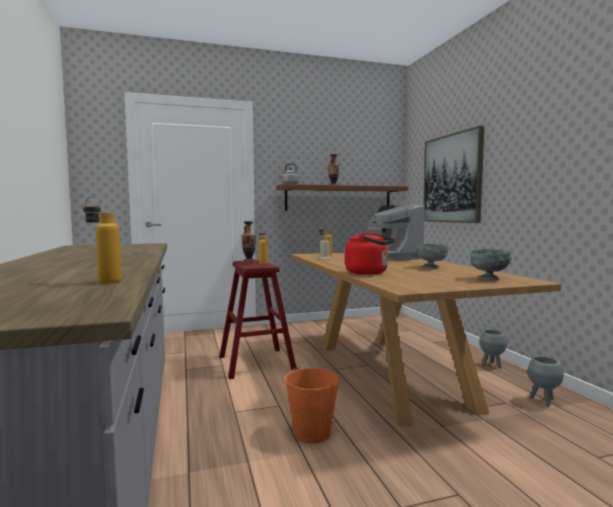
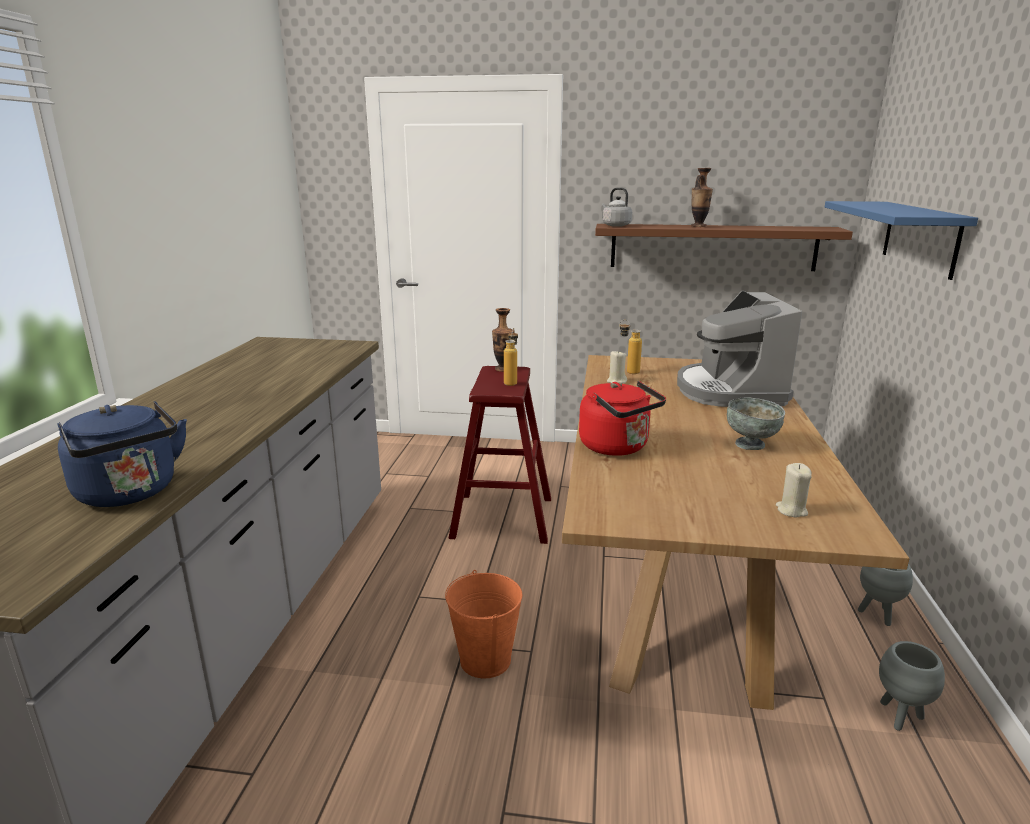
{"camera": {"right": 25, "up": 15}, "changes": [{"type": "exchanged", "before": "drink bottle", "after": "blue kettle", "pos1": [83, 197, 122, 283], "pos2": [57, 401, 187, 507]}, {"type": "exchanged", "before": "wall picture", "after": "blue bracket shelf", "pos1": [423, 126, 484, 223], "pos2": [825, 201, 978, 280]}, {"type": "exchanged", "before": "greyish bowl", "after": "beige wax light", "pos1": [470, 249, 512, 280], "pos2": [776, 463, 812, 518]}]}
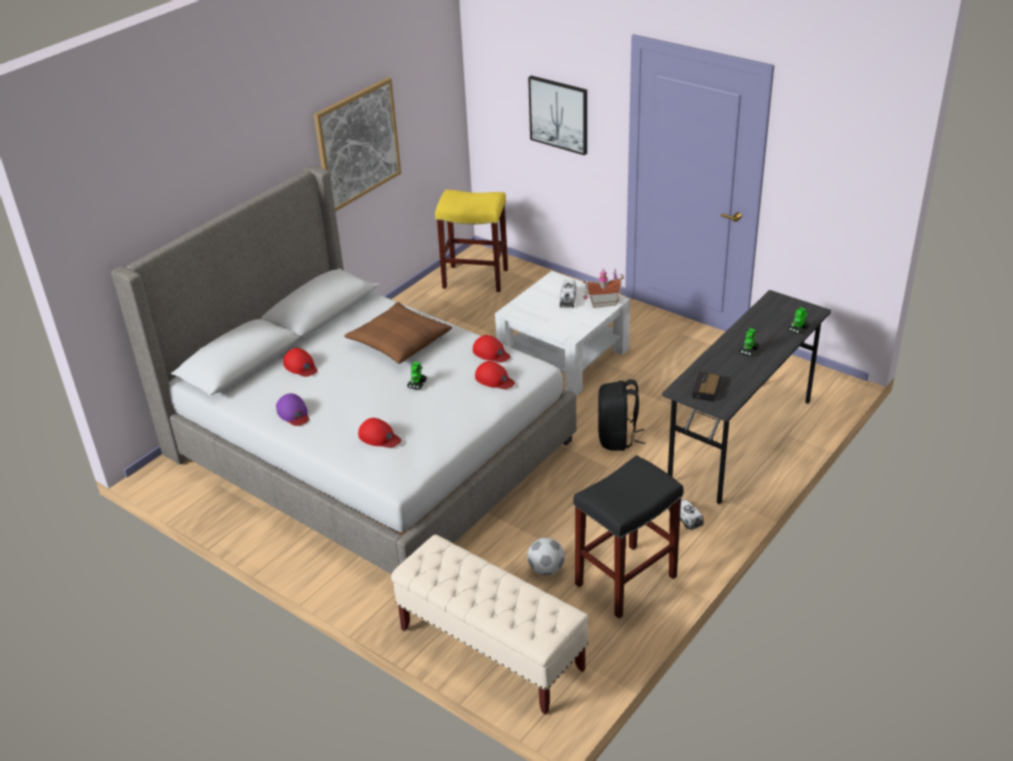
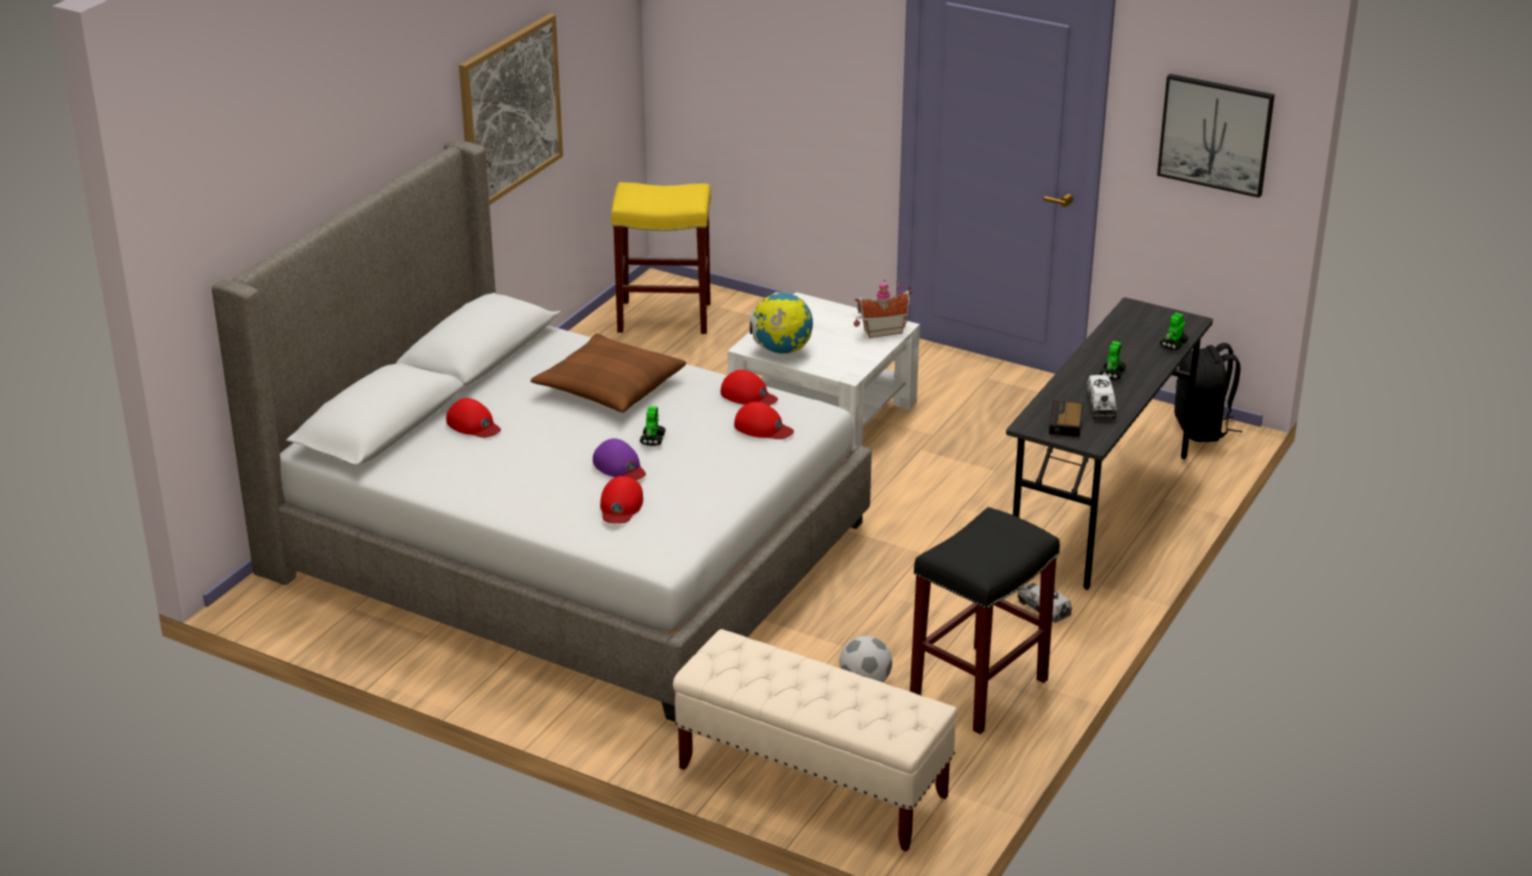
{"camera": {"right": -10, "up": -5}, "changes": [{"type": "appeared", "after": "globe", "pos2": [750, 292, 813, 354]}, {"type": "relocated", "before": "purple-coloured cap", "pos1": [276, 393, 309, 426], "pos2": [593, 438, 646, 480]}, {"type": "relocated", "before": "wall picture", "pos1": [528, 76, 587, 155], "pos2": [1157, 74, 1275, 198]}, {"type": "relocated", "before": "model truck", "pos1": [559, 280, 576, 308], "pos2": [1086, 375, 1117, 419]}, {"type": "relocated", "before": "black-coloured rucksack", "pos1": [598, 379, 645, 451], "pos2": [1174, 343, 1242, 442]}, {"type": "spun", "before": "red cap", "pos1": [358, 418, 401, 448], "pos2": [600, 476, 643, 524], "turn": 75}]}
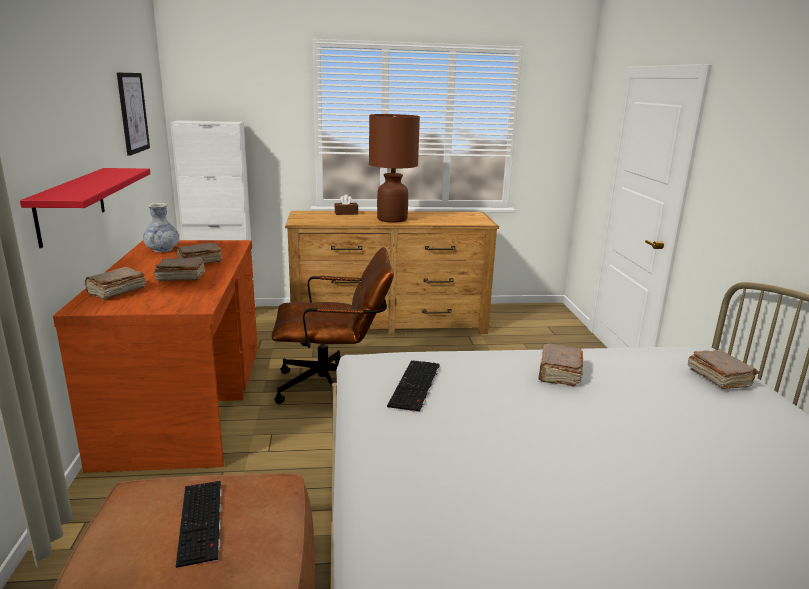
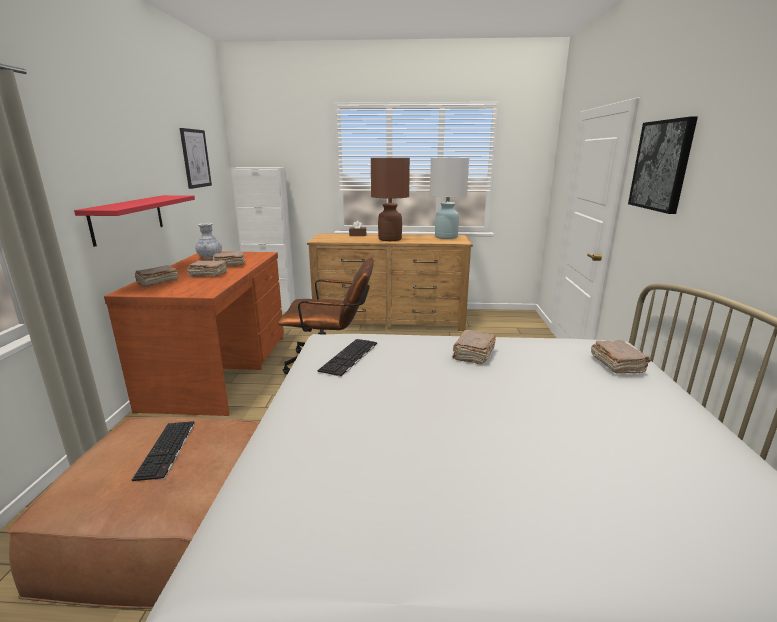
{"camera": {"right": 10, "up": 0}, "changes": [{"type": "appeared", "after": "white tabletop lamp", "pos2": [430, 158, 469, 239]}, {"type": "appeared", "after": "wall picture", "pos2": [628, 116, 698, 214]}]}
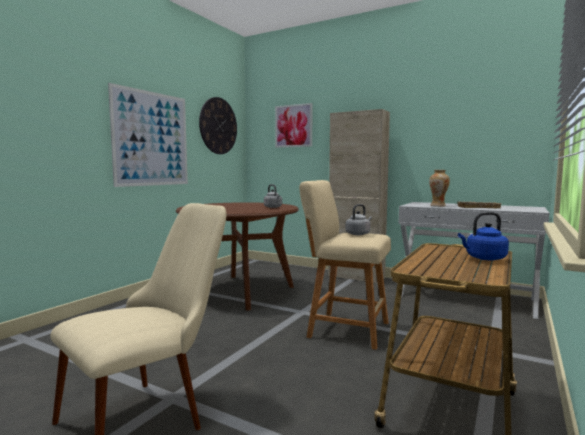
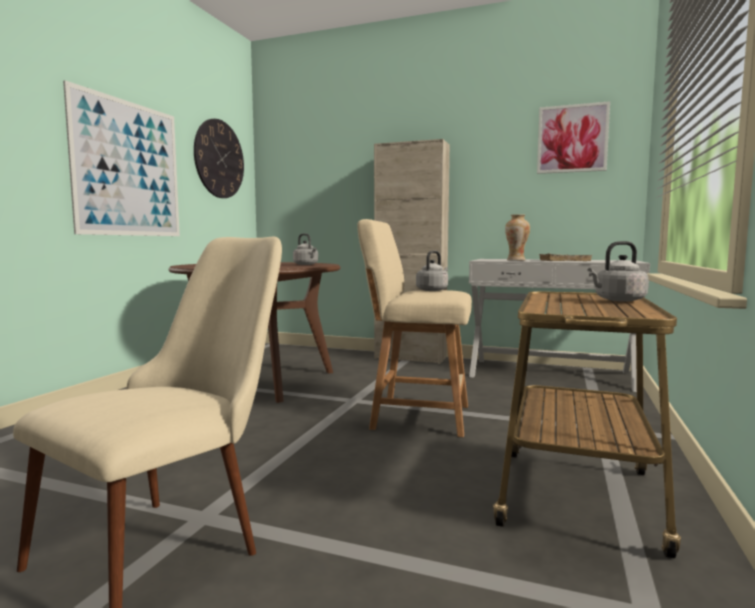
{"camera": {"right": -10, "up": 0}, "changes": [{"type": "relocated", "before": "wall picture", "pos1": [275, 103, 313, 148], "pos2": [537, 101, 610, 174]}, {"type": "colour", "before": "blue kettle", "after": "greyish kettle", "pos1": [458, 212, 509, 260], "pos2": [588, 241, 649, 302]}]}
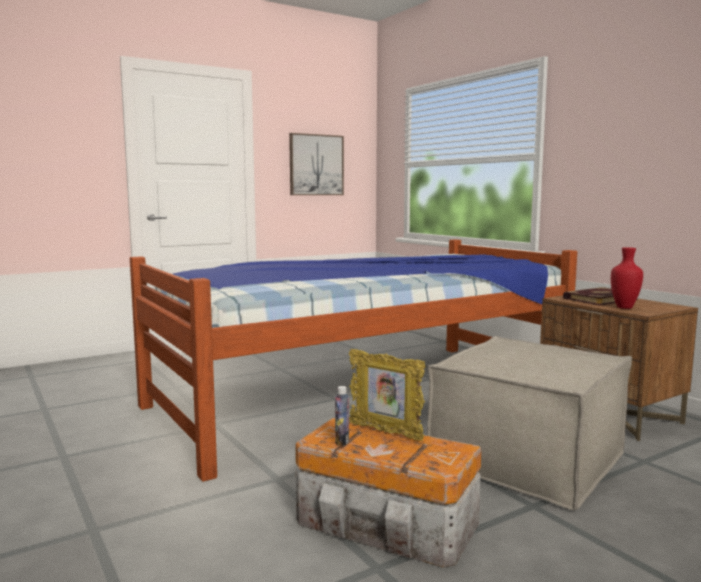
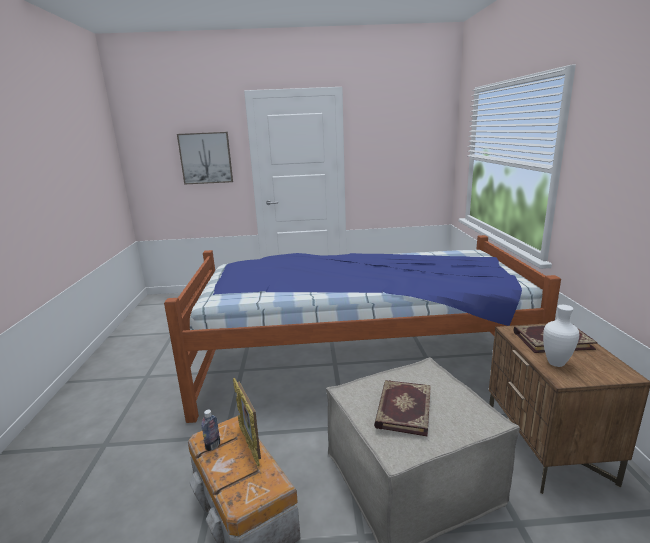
{"camera": {"right": 30, "up": 10}, "changes": [{"type": "appeared", "after": "volume", "pos2": [374, 380, 431, 437]}, {"type": "relocated", "before": "wall picture", "pos1": [289, 133, 344, 195], "pos2": [177, 132, 233, 185]}, {"type": "colour", "before": "red flower vase", "after": "white flower vase", "pos1": [611, 247, 643, 309], "pos2": [543, 305, 580, 367]}]}
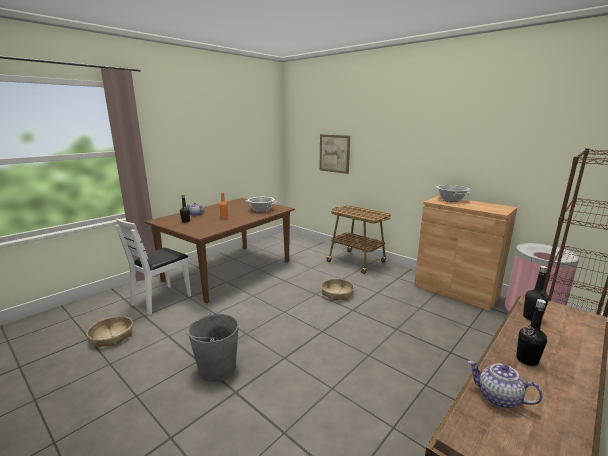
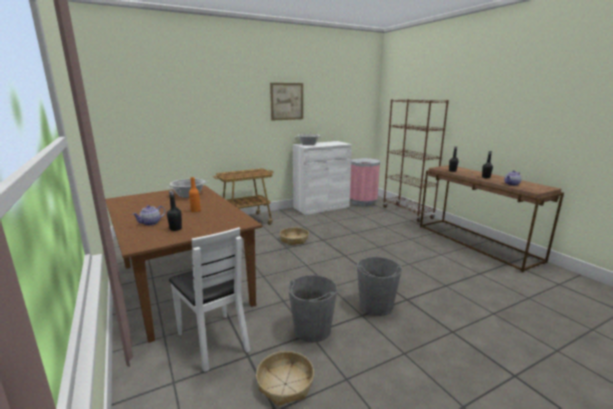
{"camera": {"right": -70, "up": 0}, "changes": [{"type": "appeared", "after": "greyish pail", "pos2": [288, 275, 338, 343]}, {"type": "relocated", "before": "wall picture", "pos1": [319, 134, 350, 174], "pos2": [270, 83, 303, 120]}, {"type": "colour", "before": "brown-coloured cabinet", "after": "white cabinet", "pos1": [414, 196, 518, 311], "pos2": [293, 141, 352, 215]}]}
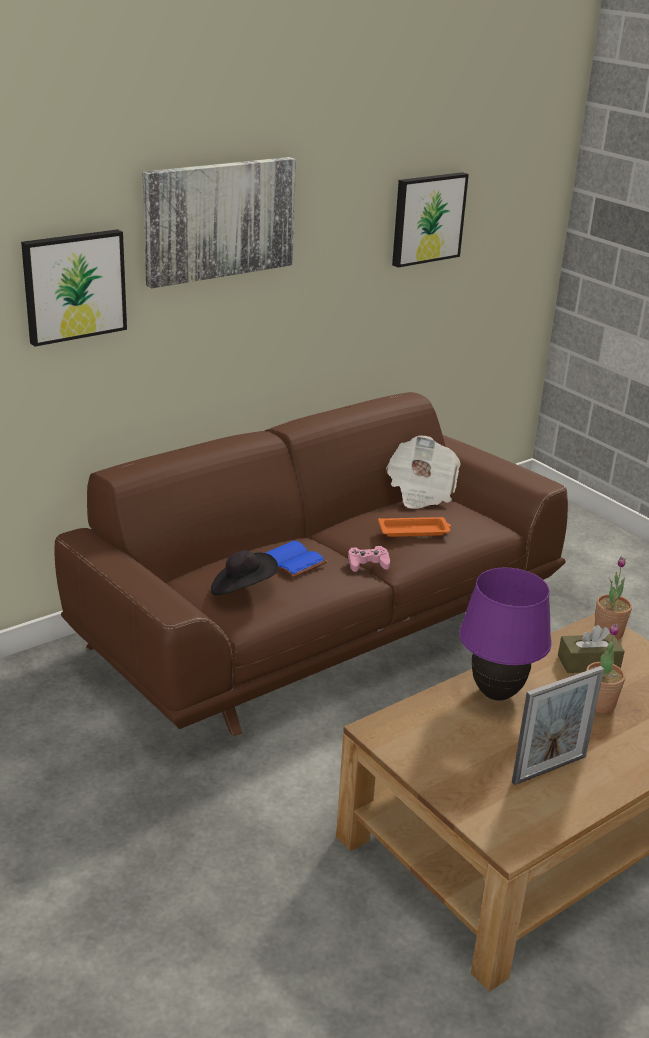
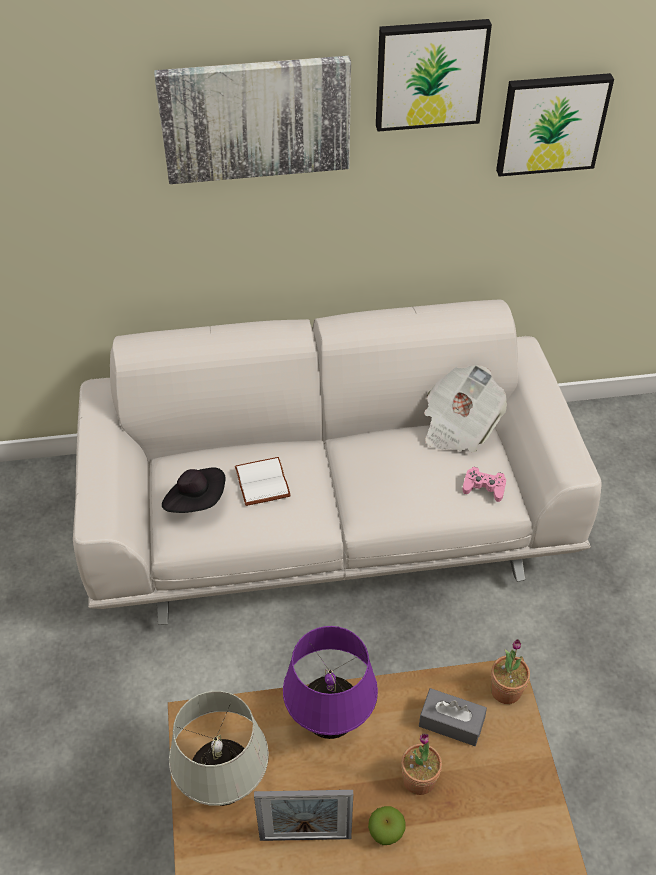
{"camera": {"right": 30, "up": 20}, "changes": [{"type": "missing", "before": "orange-coloured tray", "pos1": [378, 517, 451, 537]}, {"type": "appeared", "after": "white tabletop lamp", "pos2": [169, 691, 269, 806]}, {"type": "appeared", "after": "apple fruit", "pos2": [368, 806, 406, 845]}, {"type": "relocated", "before": "wall picture", "pos1": [21, 229, 127, 347], "pos2": [376, 19, 492, 132]}, {"type": "relocated", "before": "pinkish joypad", "pos1": [348, 546, 390, 572], "pos2": [463, 467, 506, 502]}, {"type": "colour", "before": "brown-coloured settee", "after": "white settee", "pos1": [55, 392, 568, 736], "pos2": [73, 299, 602, 625]}, {"type": "colour", "before": "blue volume", "after": "white volume", "pos1": [266, 540, 327, 578], "pos2": [235, 457, 291, 506]}, {"type": "colour", "before": "brown-coloured tissue holder", "after": "greyish tissue holder", "pos1": [558, 625, 625, 673], "pos2": [419, 688, 487, 746]}]}
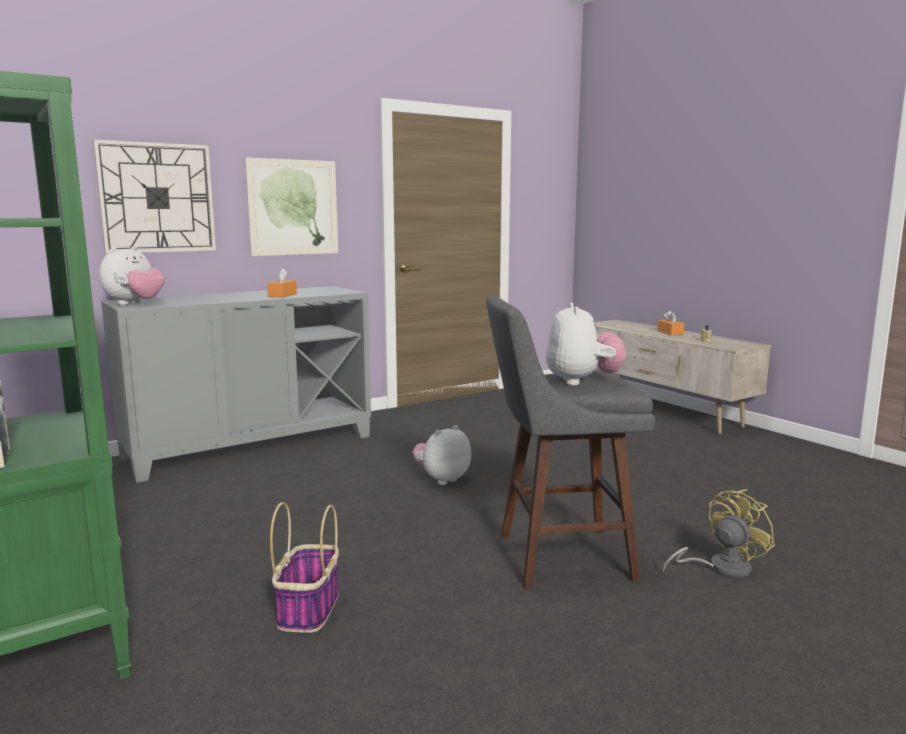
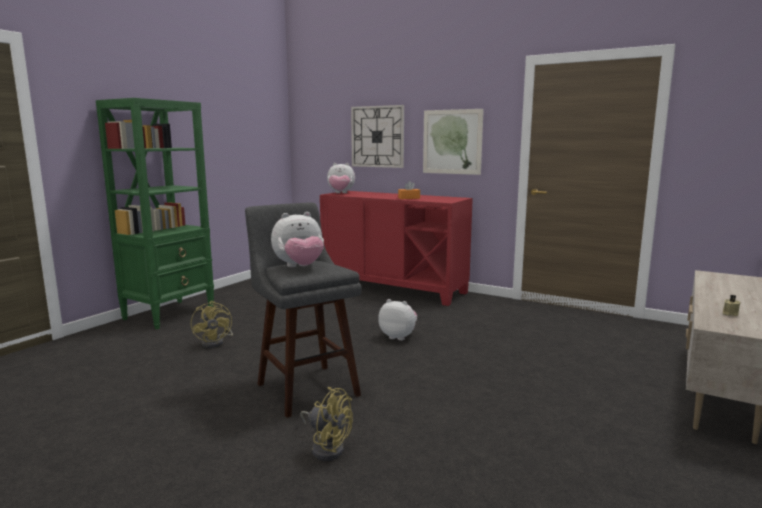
{"camera": {"right": 65, "up": 0}, "changes": [{"type": "missing", "before": "orange-coloured tissue holder", "pos1": [657, 311, 684, 335]}, {"type": "exchanged", "before": "storage basket", "after": "yellow electric fan", "pos1": [270, 502, 339, 633], "pos2": [191, 301, 233, 348]}, {"type": "colour", "before": "greyish cabinet", "after": "red cabinet", "pos1": [101, 286, 371, 483], "pos2": [320, 191, 473, 306]}]}
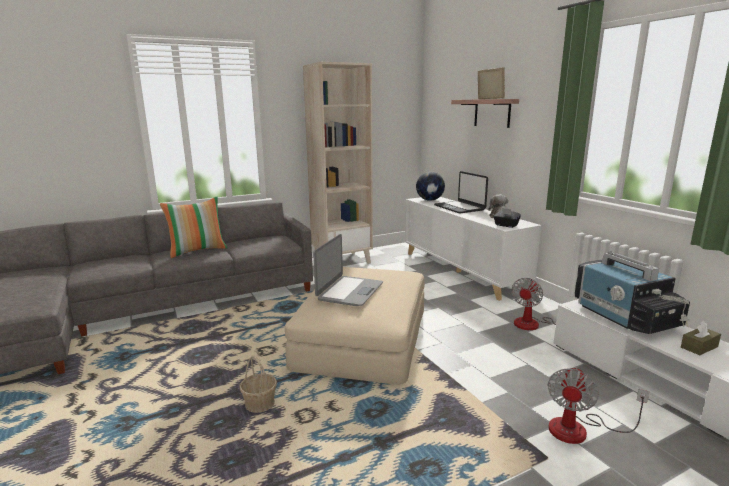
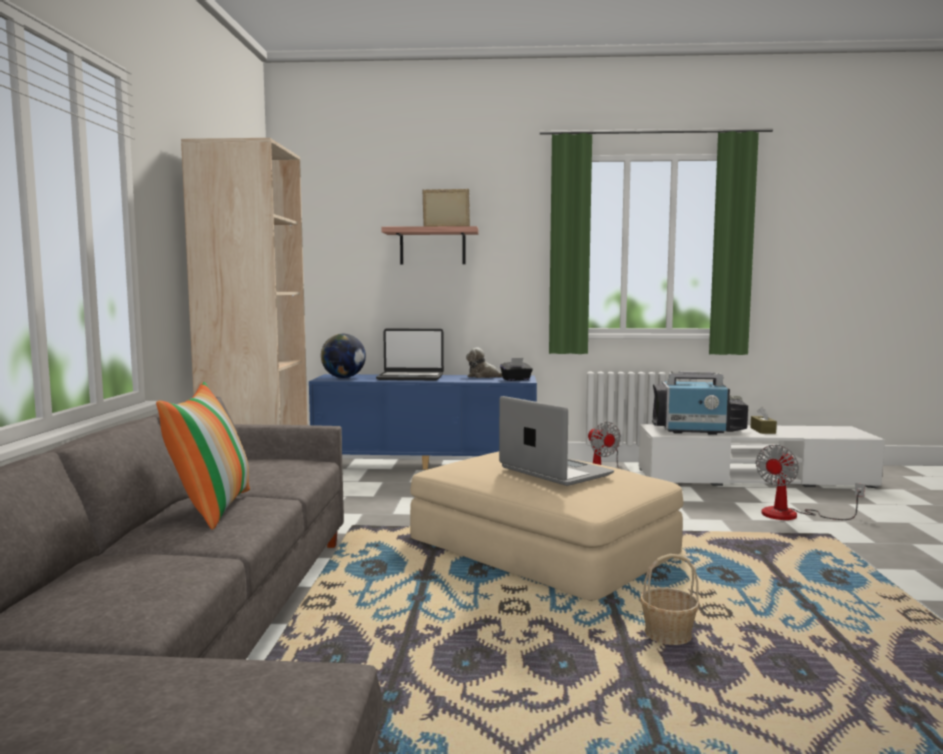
{"camera": {"right": -60, "up": -10}, "changes": [{"type": "colour", "before": "white cabinet", "after": "blue cabinet", "pos1": [405, 197, 542, 301], "pos2": [309, 374, 537, 470]}, {"type": "spun", "before": "electric fan", "pos1": [547, 367, 649, 444], "pos2": [756, 445, 865, 520], "turn": 75}]}
